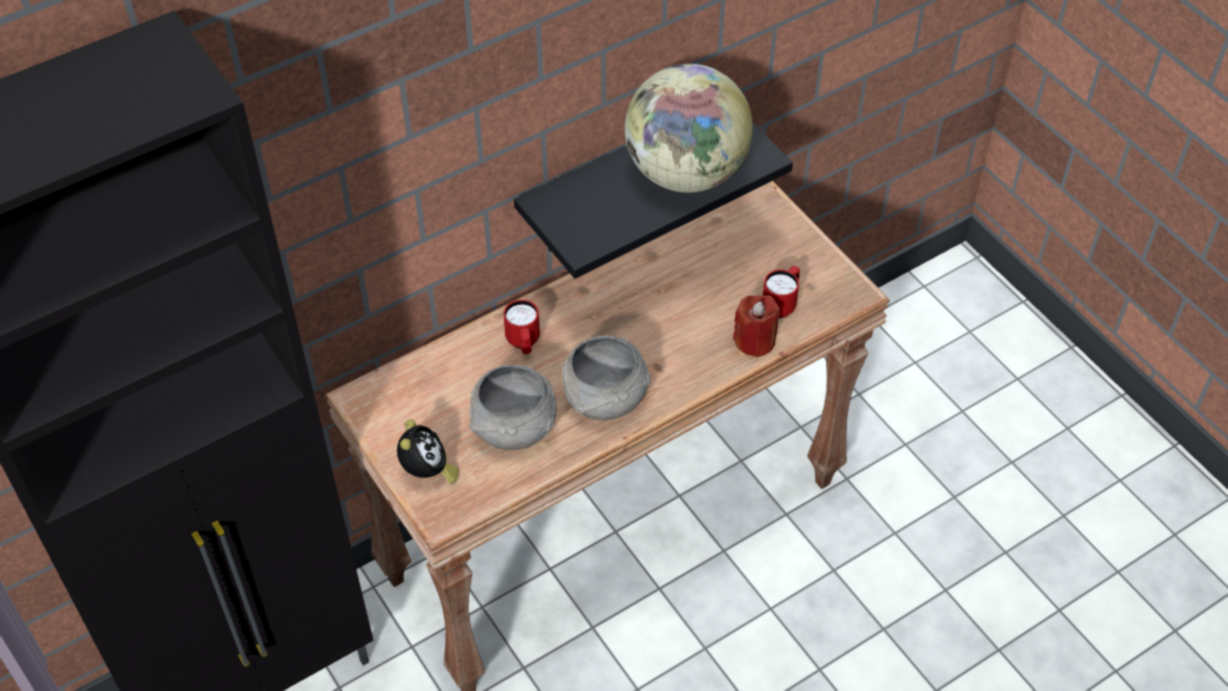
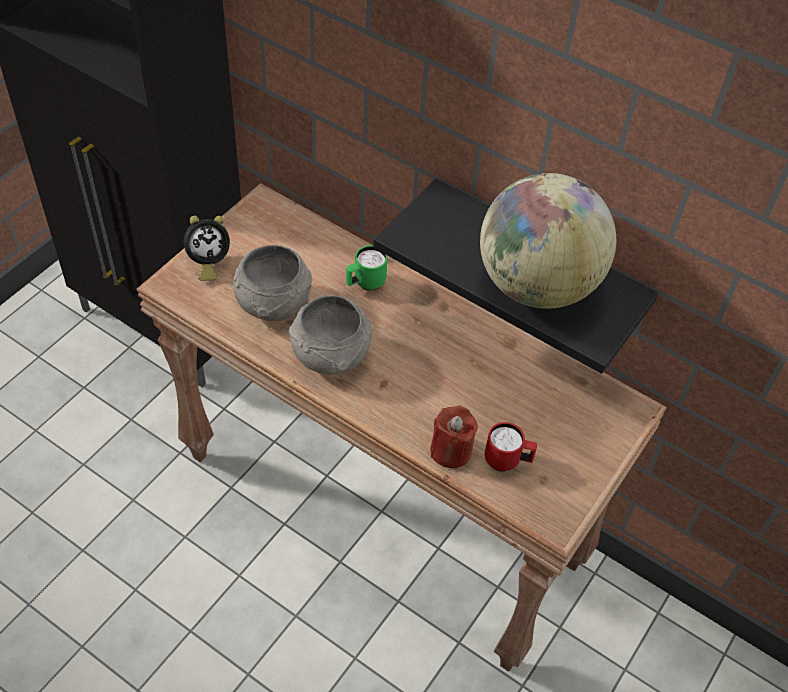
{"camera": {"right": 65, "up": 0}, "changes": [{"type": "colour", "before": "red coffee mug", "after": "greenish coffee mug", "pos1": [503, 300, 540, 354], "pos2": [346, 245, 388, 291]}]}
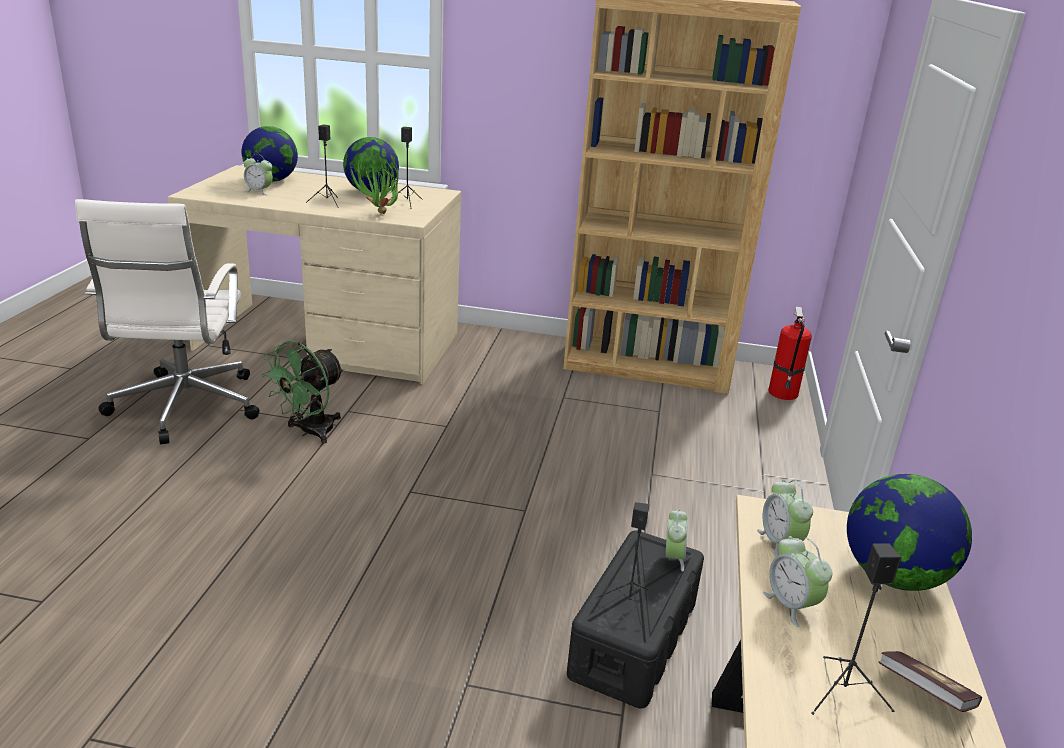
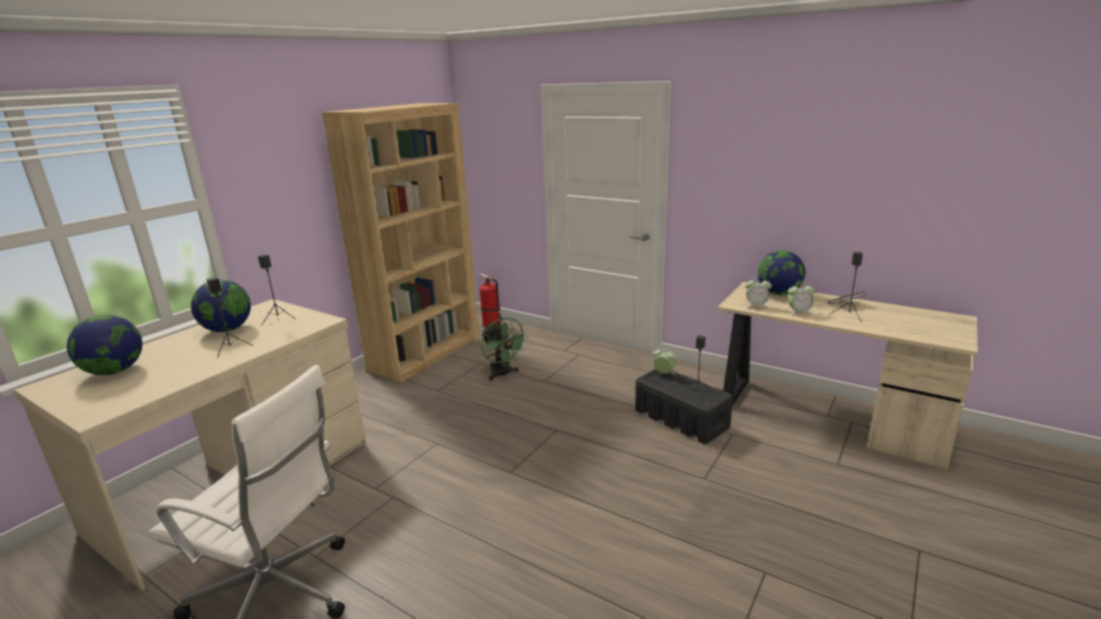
{"camera": {"right": -65, "up": -5}, "changes": [{"type": "missing", "before": "table clock", "pos1": [244, 154, 273, 195]}, {"type": "missing", "before": "potted plant", "pos1": [350, 160, 399, 214]}, {"type": "relocated", "before": "greenish electric fan", "pos1": [261, 341, 344, 444], "pos2": [481, 318, 528, 380]}]}
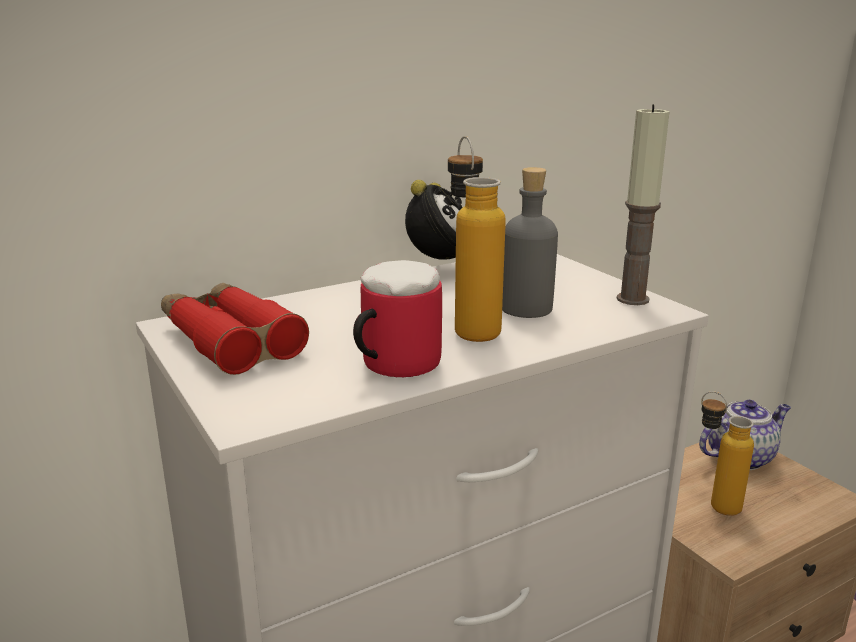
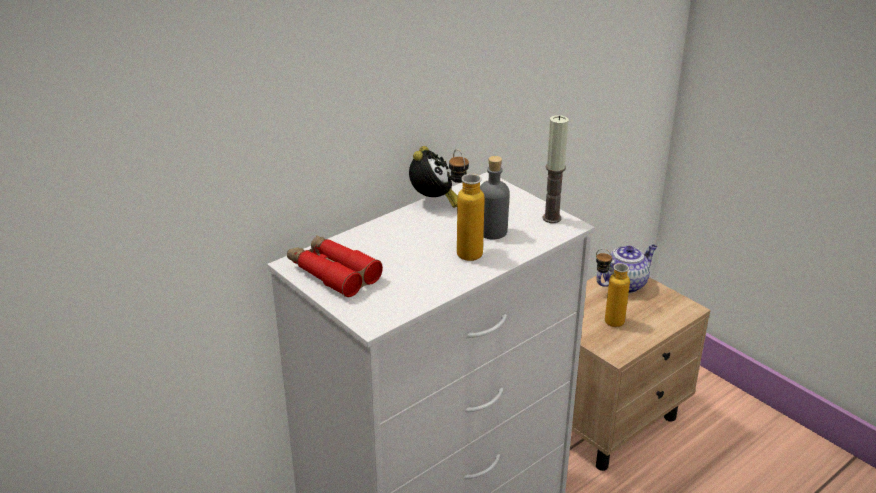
{"camera": {"right": -10, "up": 10}, "changes": [{"type": "missing", "before": "coffee mug", "pos1": [353, 260, 442, 378]}]}
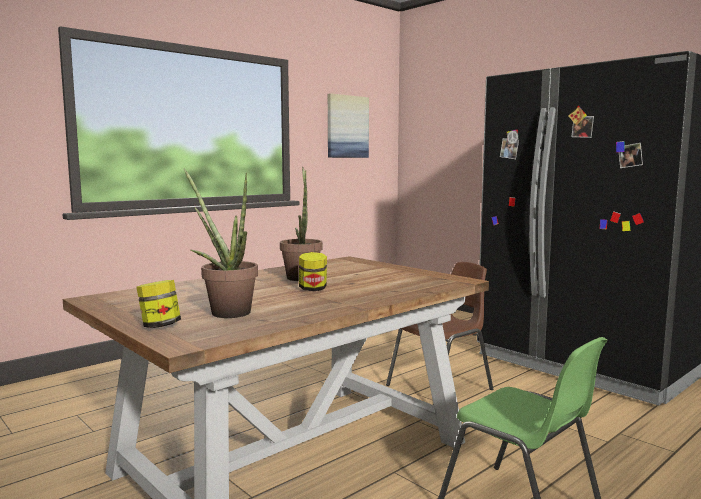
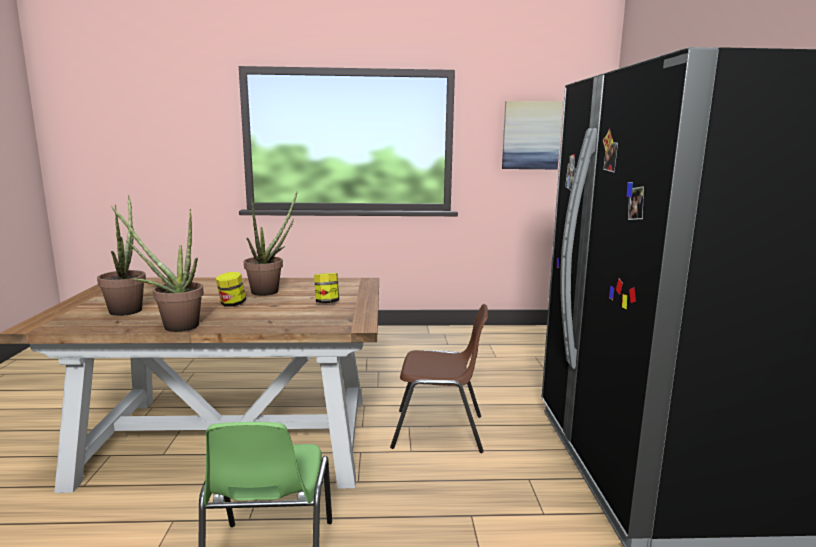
{"camera": {"right": 40, "up": 5}, "changes": [{"type": "appeared", "after": "potted plant", "pos2": [111, 206, 204, 332]}, {"type": "relocated", "before": "jar", "pos1": [136, 280, 181, 328], "pos2": [314, 273, 339, 303]}]}
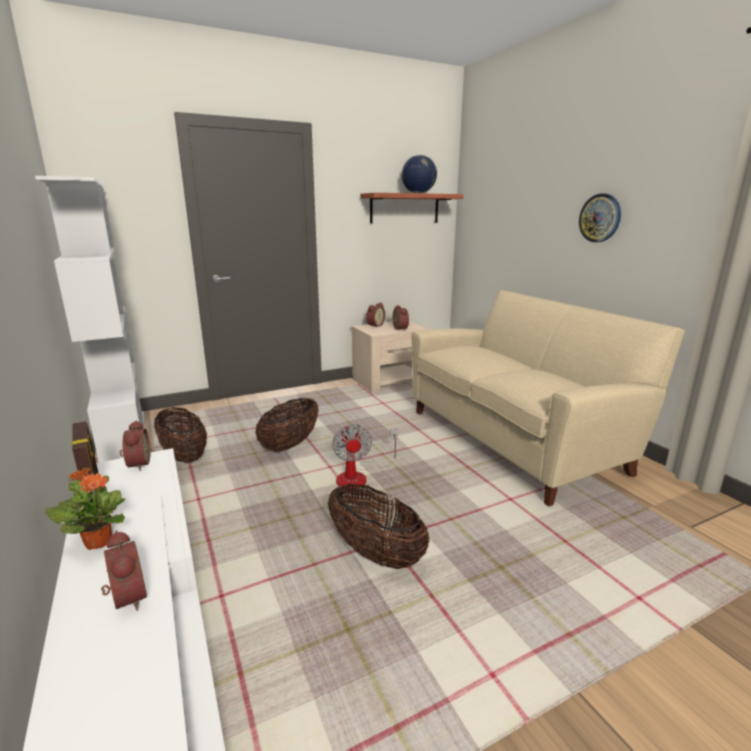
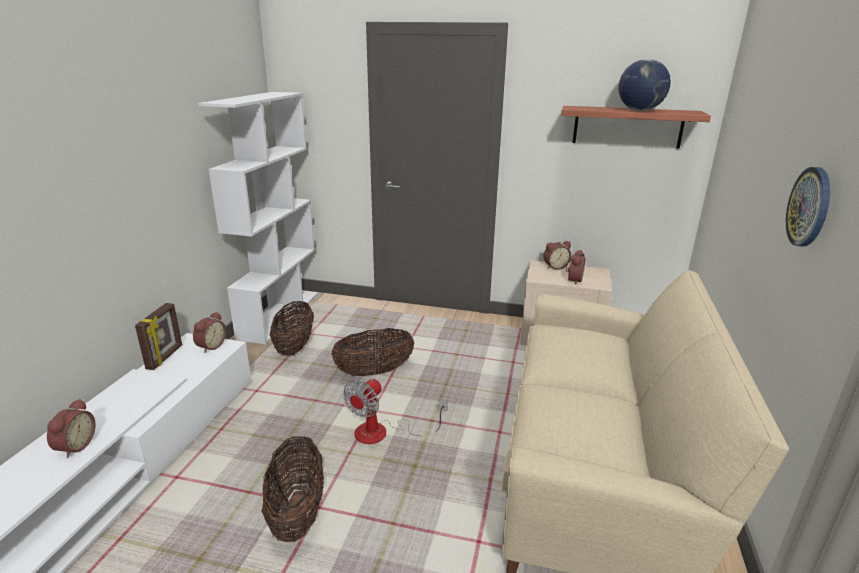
{"camera": {"right": 40, "up": 5}, "changes": [{"type": "missing", "before": "potted plant", "pos1": [45, 467, 125, 550]}]}
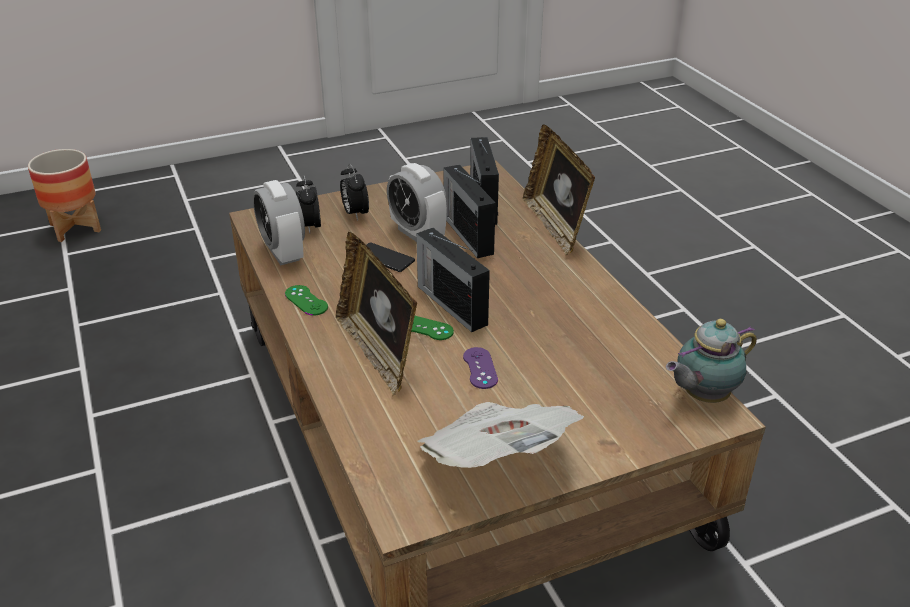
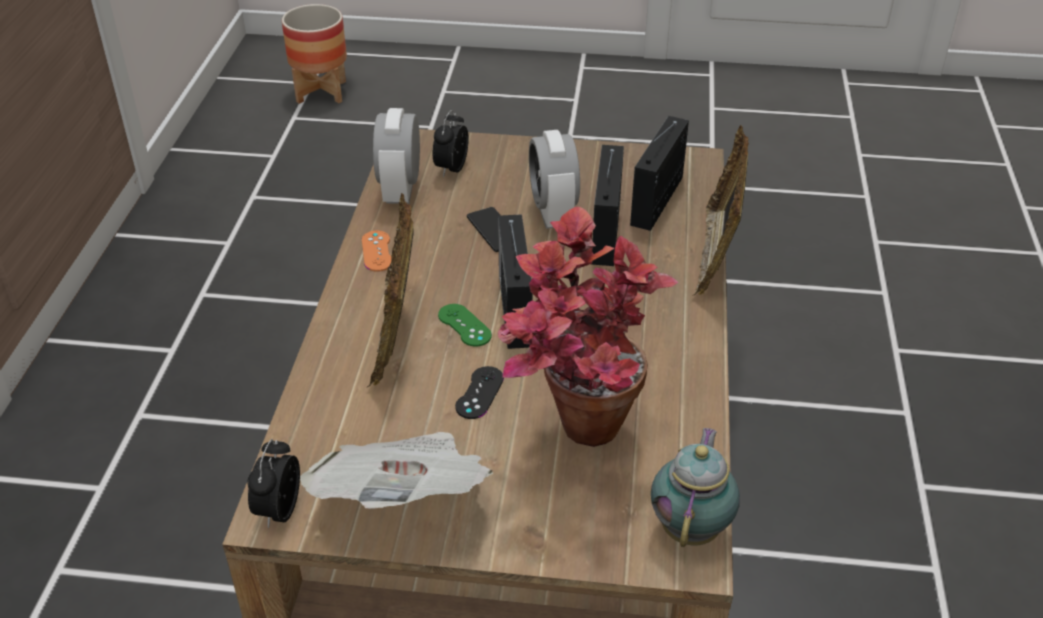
{"camera": {"right": 30, "up": 5}, "changes": [{"type": "appeared", "after": "potted plant", "pos2": [498, 207, 678, 447]}, {"type": "relocated", "before": "table clock", "pos1": [340, 163, 369, 221], "pos2": [247, 439, 300, 528]}, {"type": "colour", "before": "greenish joypad", "after": "orange-coloured joypad", "pos1": [285, 285, 328, 316], "pos2": [362, 231, 391, 272]}, {"type": "colour", "before": "purple-coloured joypad", "after": "black-coloured joypad", "pos1": [463, 347, 498, 389], "pos2": [455, 366, 504, 419]}, {"type": "spun", "before": "pot for tea", "pos1": [666, 319, 757, 403], "pos2": [651, 428, 740, 547], "turn": 105}]}
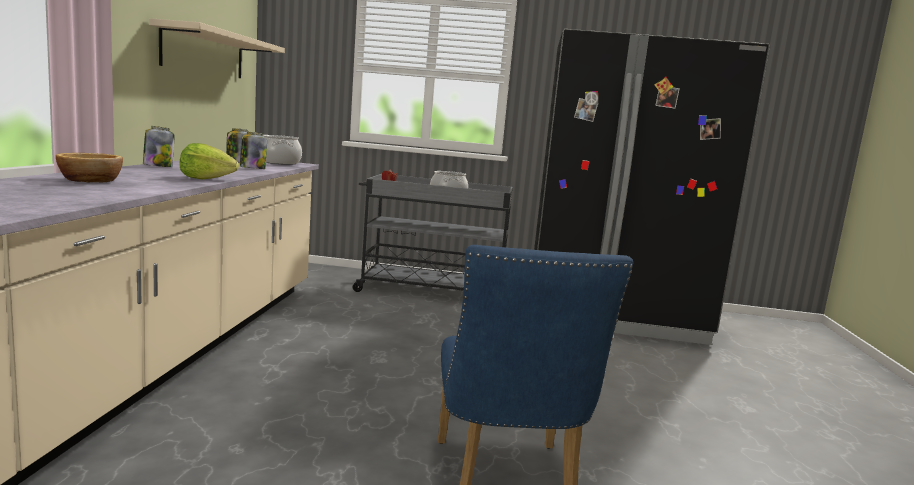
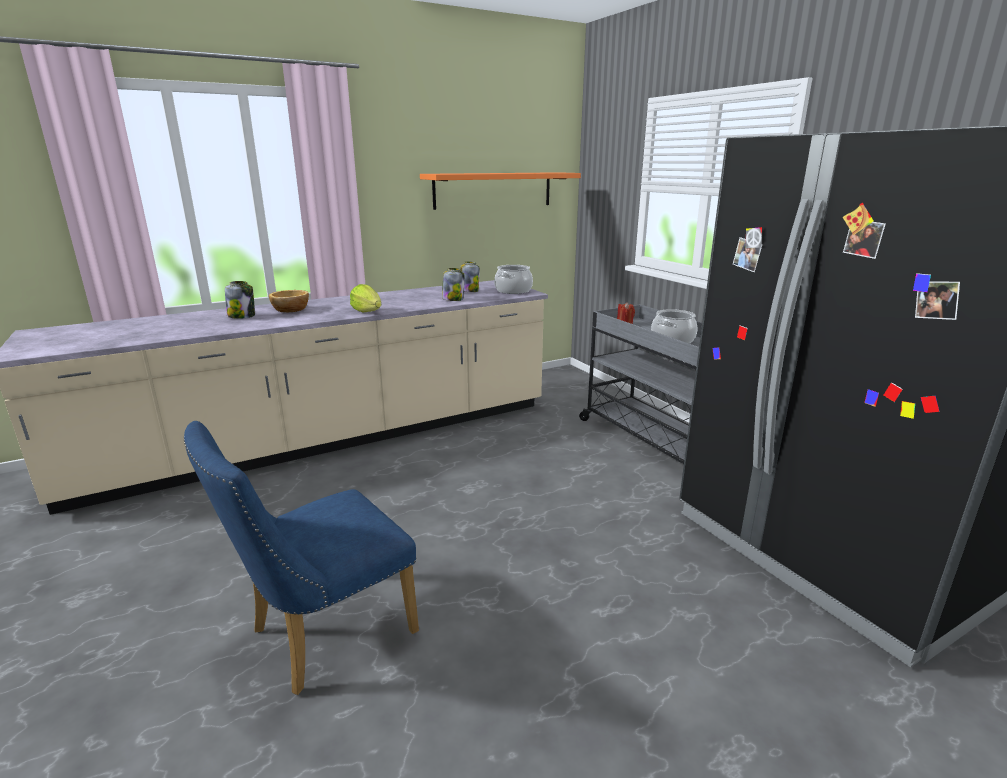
{"camera": {"right": 55, "up": 10}, "changes": [{"type": "relocated", "before": "jar", "pos1": [143, 126, 174, 167], "pos2": [225, 281, 255, 319]}, {"type": "colour", "before": "beige bracket shelf", "after": "orange-coloured bracket shelf", "pos1": [149, 18, 285, 78], "pos2": [420, 172, 581, 210]}]}
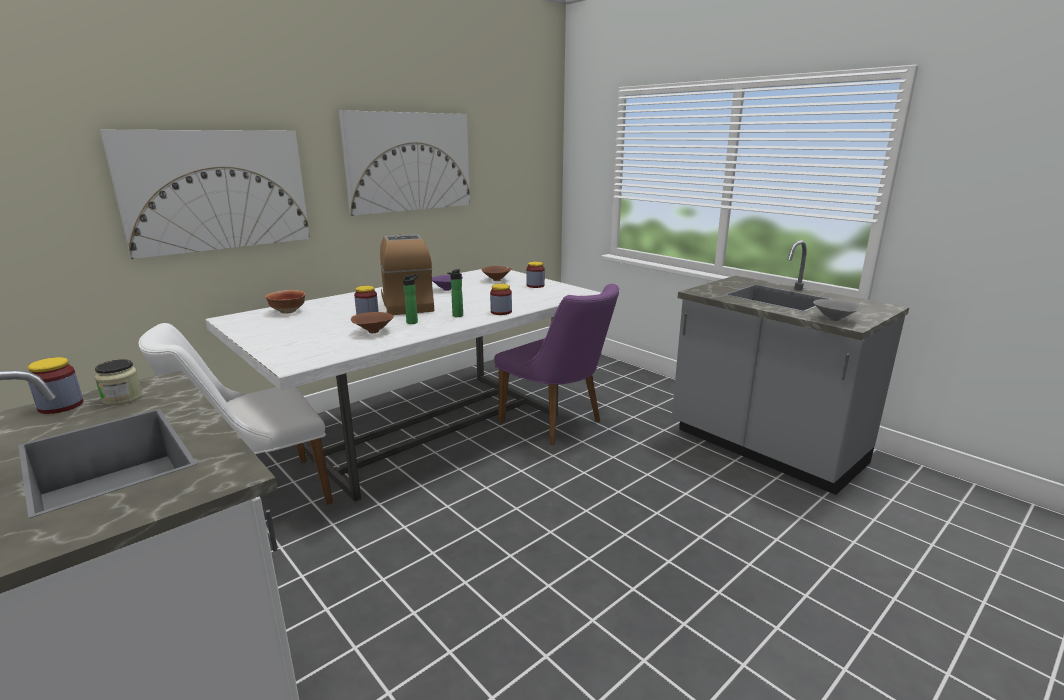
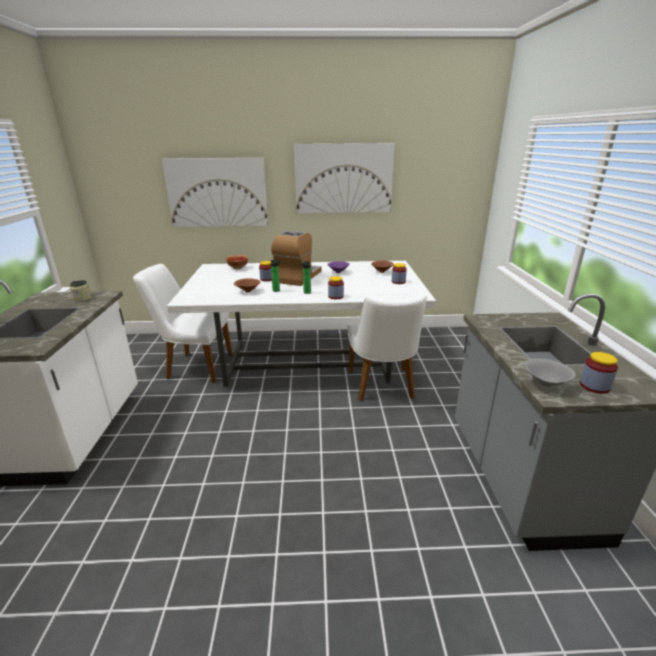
{"camera": {"right": 40, "up": 5}, "changes": [{"type": "relocated", "before": "jar", "pos1": [27, 357, 83, 414], "pos2": [580, 352, 618, 394]}, {"type": "colour", "before": "purple-coloured chair", "after": "white chair", "pos1": [494, 284, 619, 445], "pos2": [347, 294, 427, 401]}]}
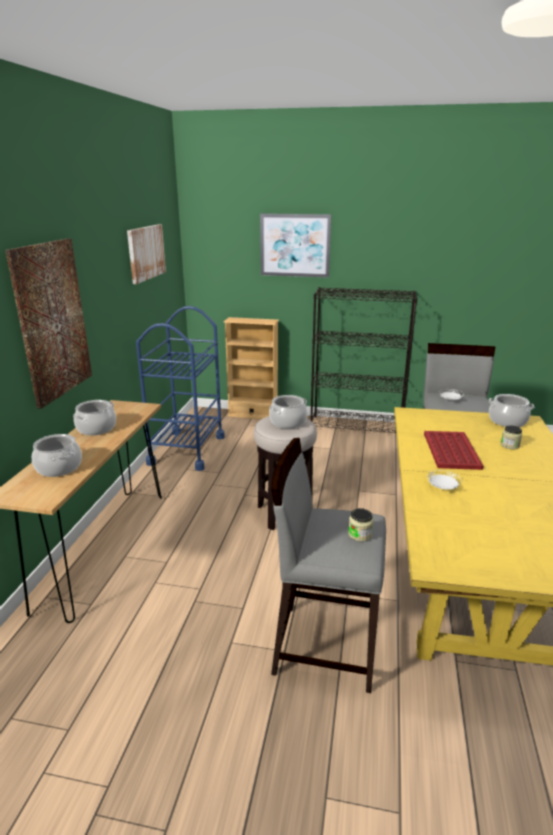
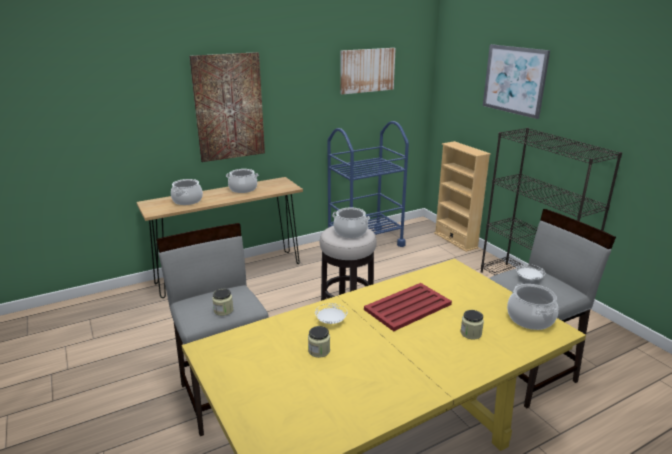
{"camera": {"right": 50, "up": 0}, "changes": [{"type": "appeared", "after": "jar", "pos2": [308, 326, 330, 358]}]}
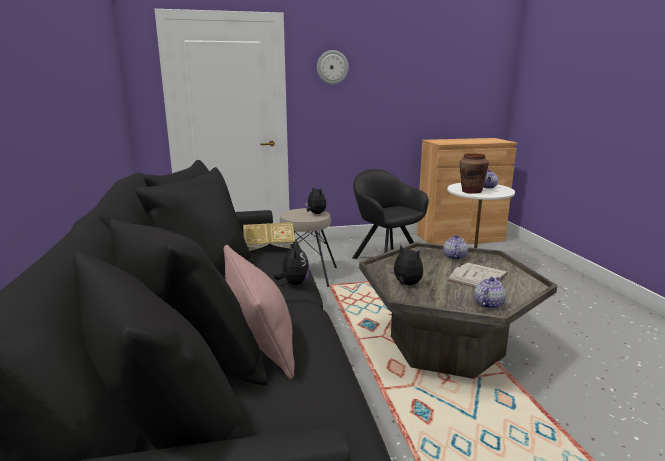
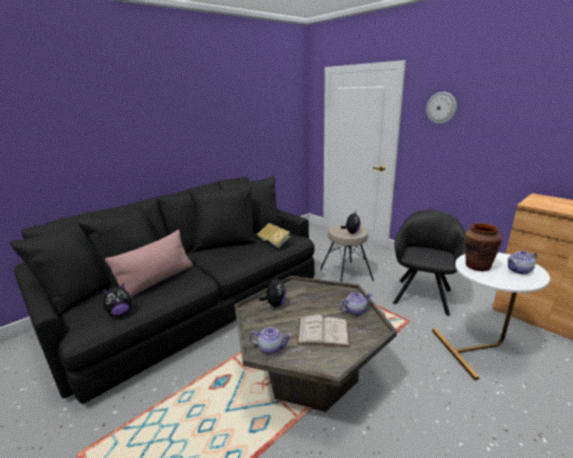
{"camera": {"right": 60, "up": 5}, "changes": [{"type": "relocated", "before": "plush toy", "pos1": [273, 242, 310, 285], "pos2": [103, 283, 132, 315]}]}
